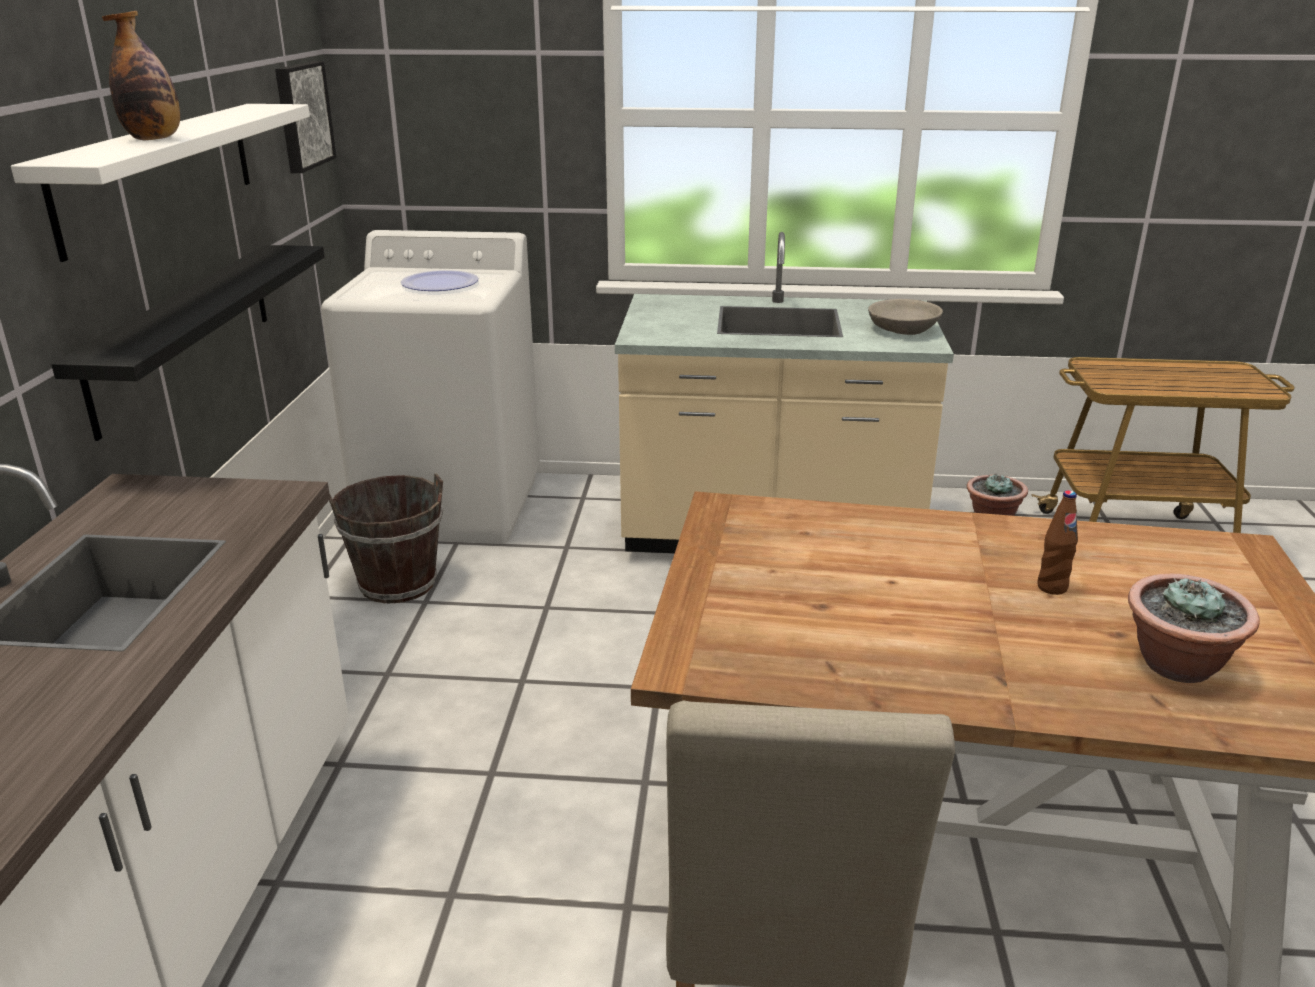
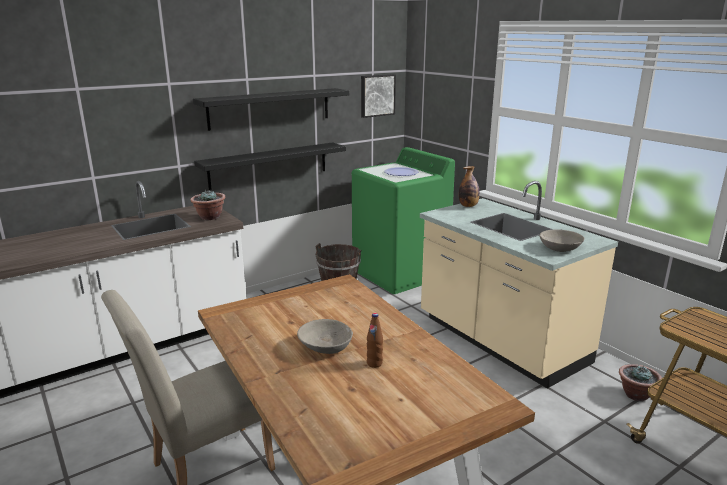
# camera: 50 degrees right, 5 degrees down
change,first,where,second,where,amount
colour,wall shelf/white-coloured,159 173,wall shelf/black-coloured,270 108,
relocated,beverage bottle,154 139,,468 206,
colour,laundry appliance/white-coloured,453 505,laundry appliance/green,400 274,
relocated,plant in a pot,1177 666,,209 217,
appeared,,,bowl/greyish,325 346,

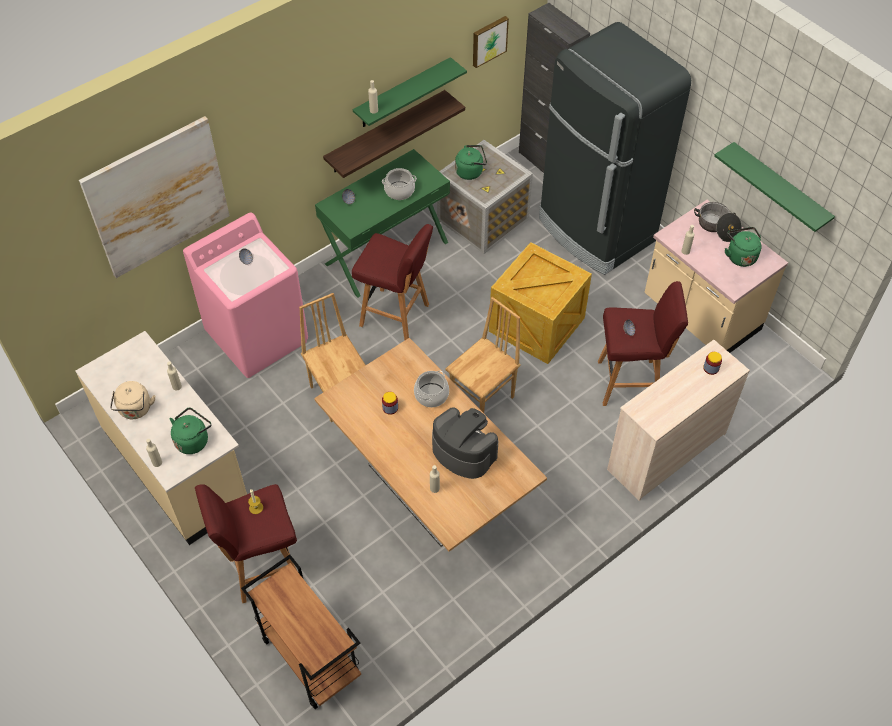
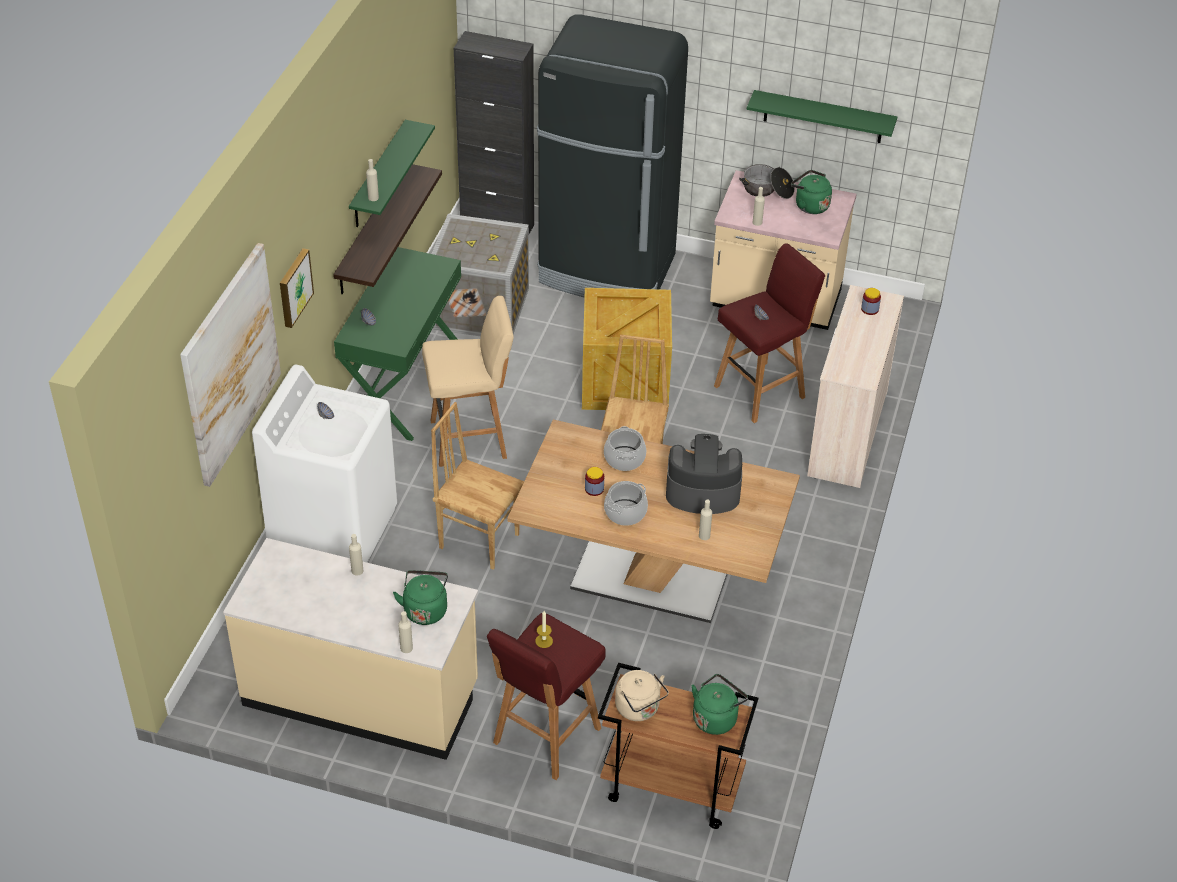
# camera: 35 degrees left, 10 degrees down
change,first,where,second,where,amount
relocated,water kettle/beige-coloured,135 410,,639 709,
colour,laundry appliance/pink,258 336,laundry appliance/white-coloured,334 528,
colour,stool/red,396 316,stool/beige-coloured,471 439,
relocated,saucepot,399 190,,625 512,
relocated,water kettle/green,470 171,,716 718,
relocated,picture,488 40,,293 287,

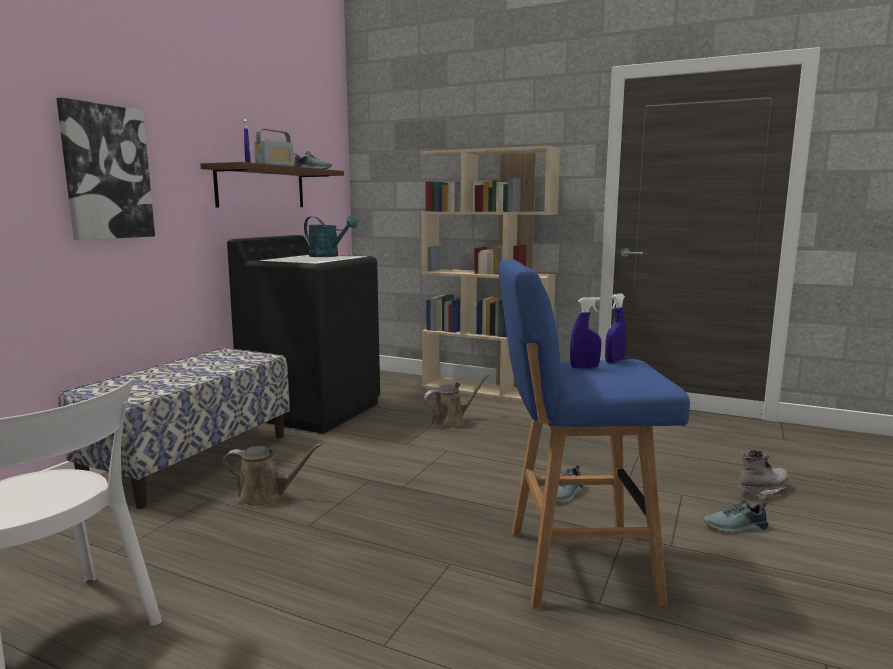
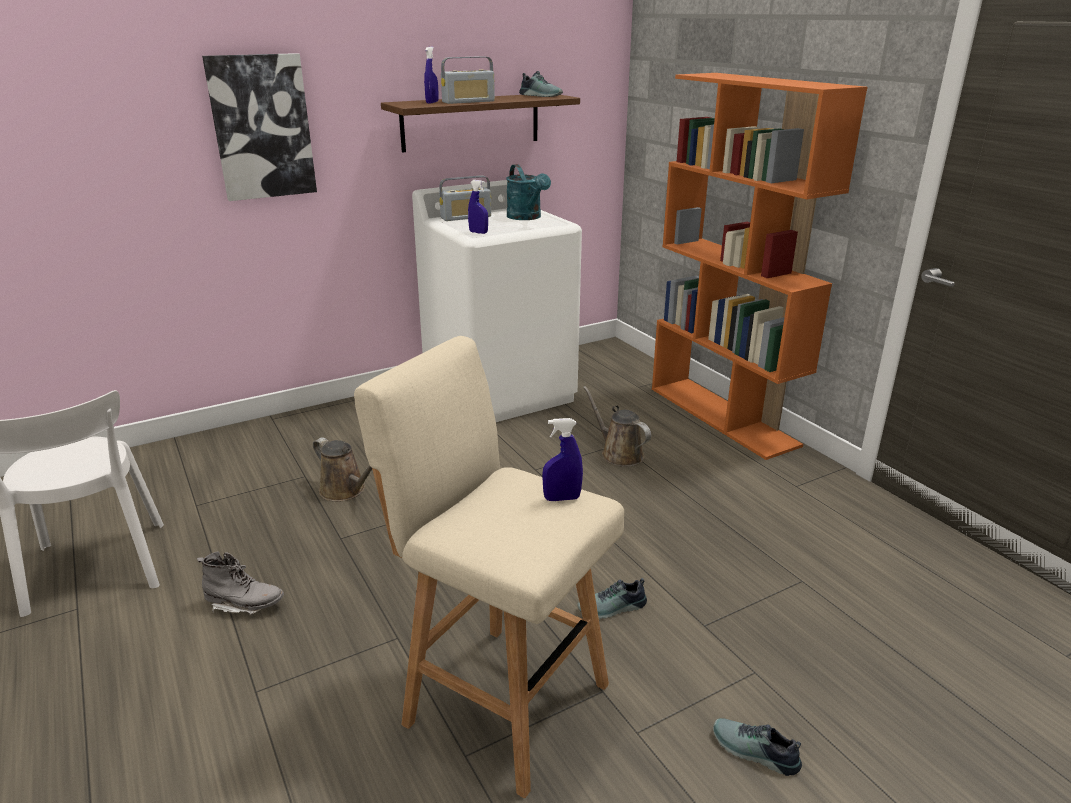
# camera: 35 degrees right, 15 degrees up
change,first,where,second,where,amount
missing,indoor bench,192 460,,,
colour,laundry appliance/black-coloured,312 410,laundry appliance/white-coloured,500 391,
colour,bookshelf/beige-coloured,486 390,bookshelf/orangey,723 416,
spun,watering can/brown,450 422,,619 454,135 degrees counterclockwise
colour,stool/blue-coloured,574 565,stool/beige-coloured,501 700,
relocated,hand sprayer/blue-coloured,584 367,,478 232,
relocated,tall boot/greyish,762 491,,245 604,
appeared,,,radio set,466 217,

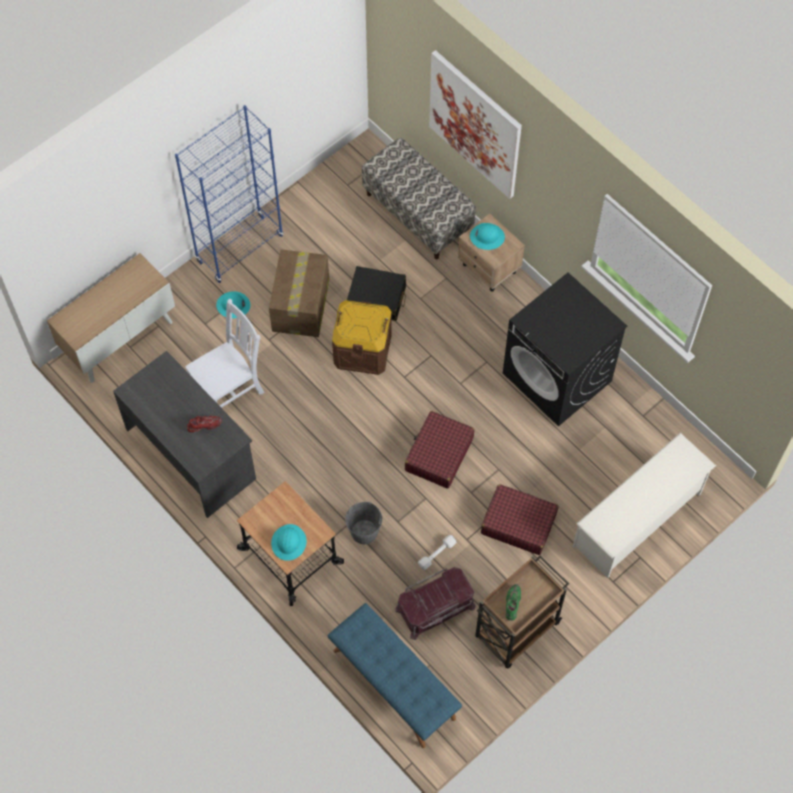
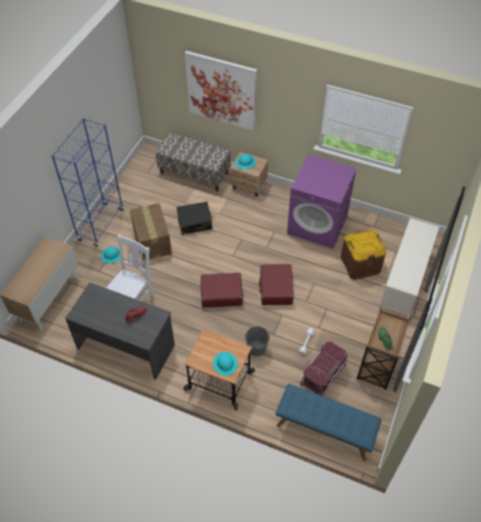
# camera: 25 degrees left, 10 degrees down
change,first,where,second,where,amount
relocated,storage bin/brown,362 350,,360 264,
relocated,travel case/red,518 523,,221 294,
colour,laundry appliance/black-coloured,558 377,laundry appliance/purple-coloured,317 225,

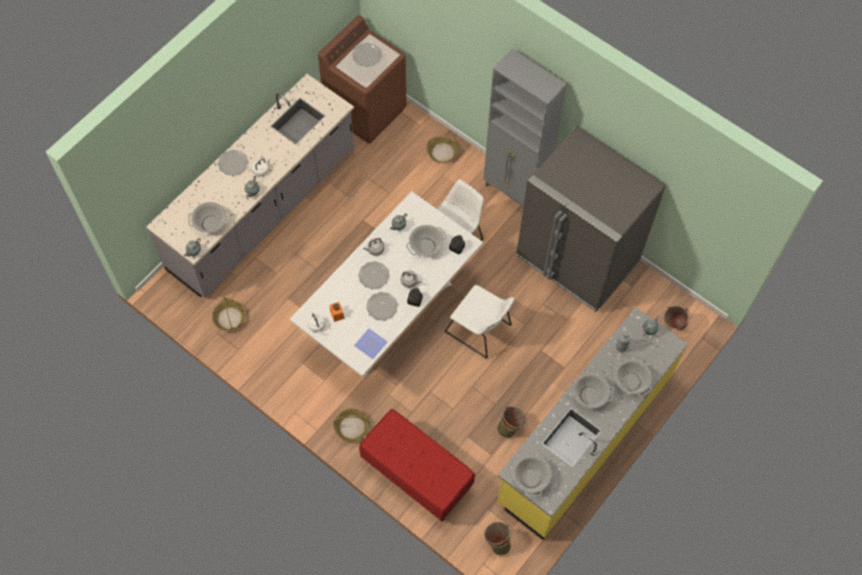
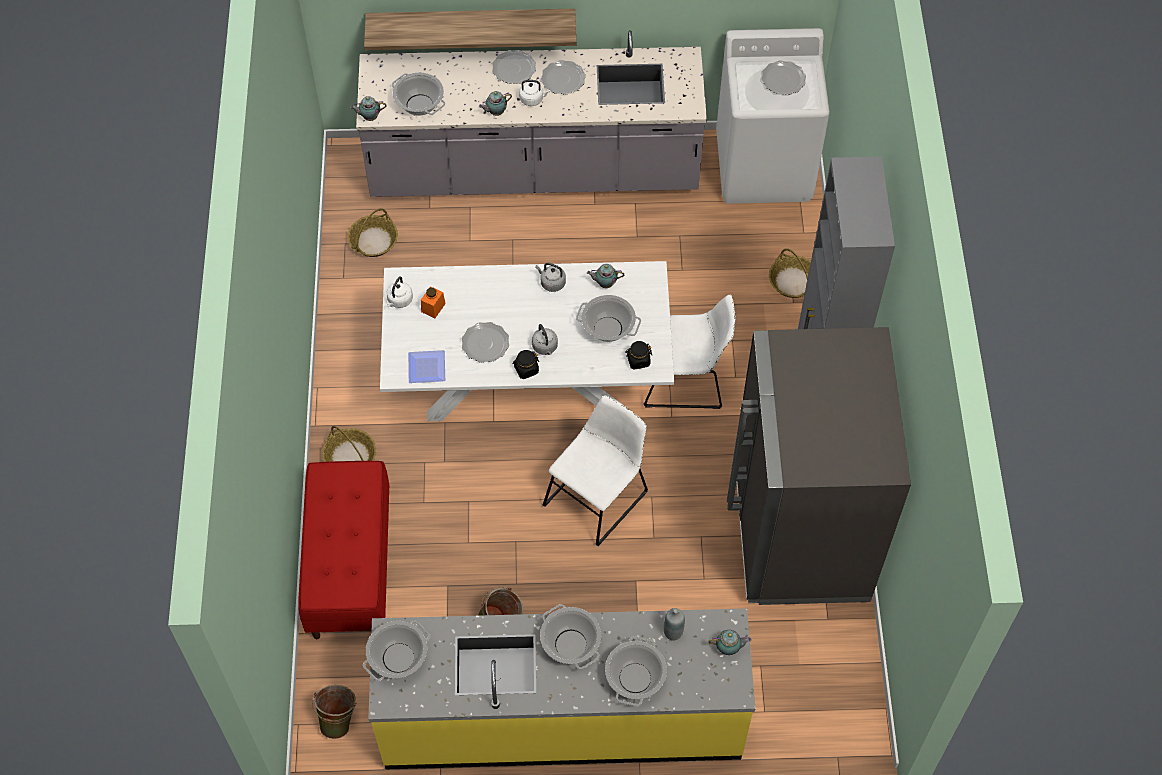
# camera: 50 degrees right, 5 degrees down
change,first,where,second,where,amount
colour,laundry appliance/brown,366 110,laundry appliance/white-coloured,764 167,
relocated,plate,373 276,,563 79,
spun,upright chair/white-coloured,480 330,,598 495,135 degrees counterclockwise
missing,bucket/green,673 326,,,
appeared,,,wall shelf,471 23,

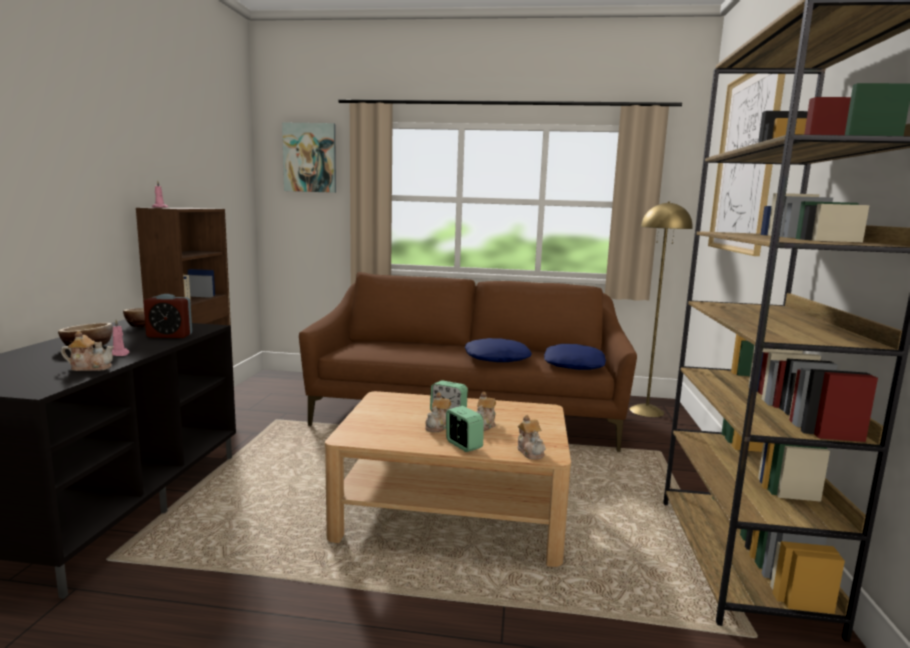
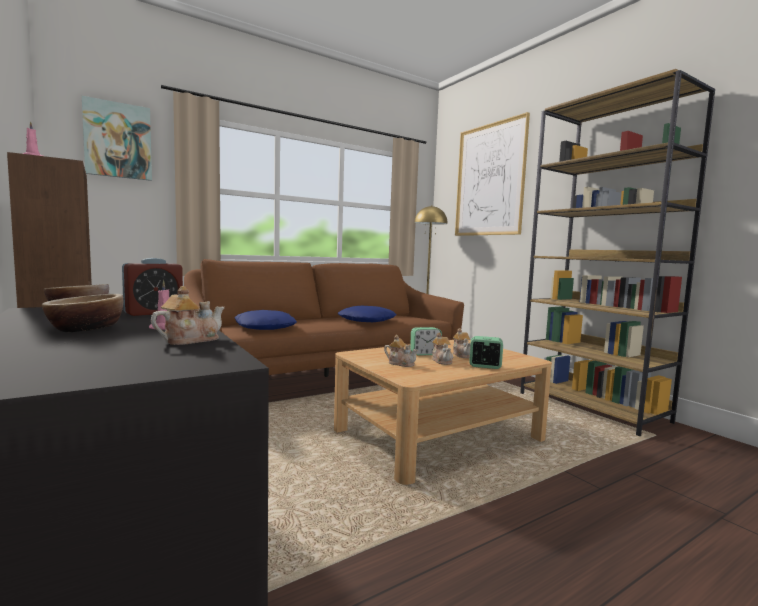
# camera: 40 degrees left, 5 degrees down
change,first,where,second,where,amount
relocated,pot for tea,530 451,,400 363,
relocated,pillow/blue-coloured,574 364,,265 327,

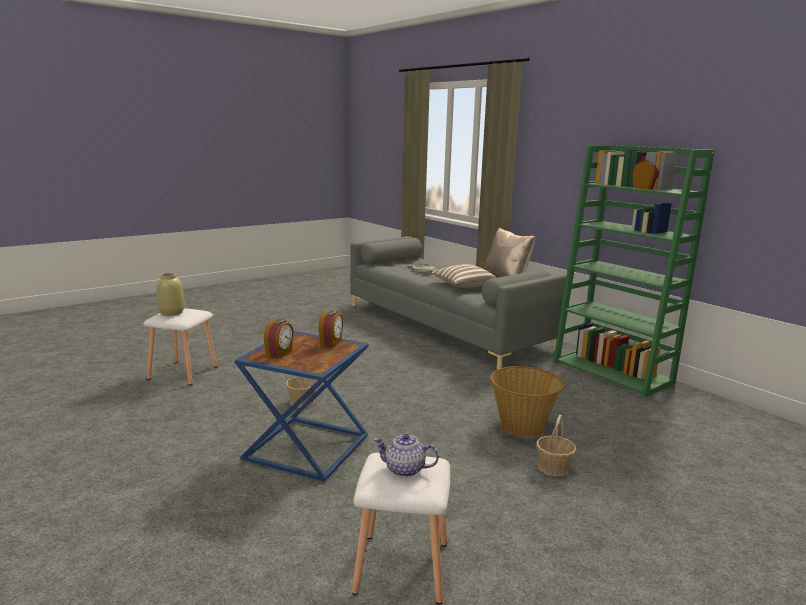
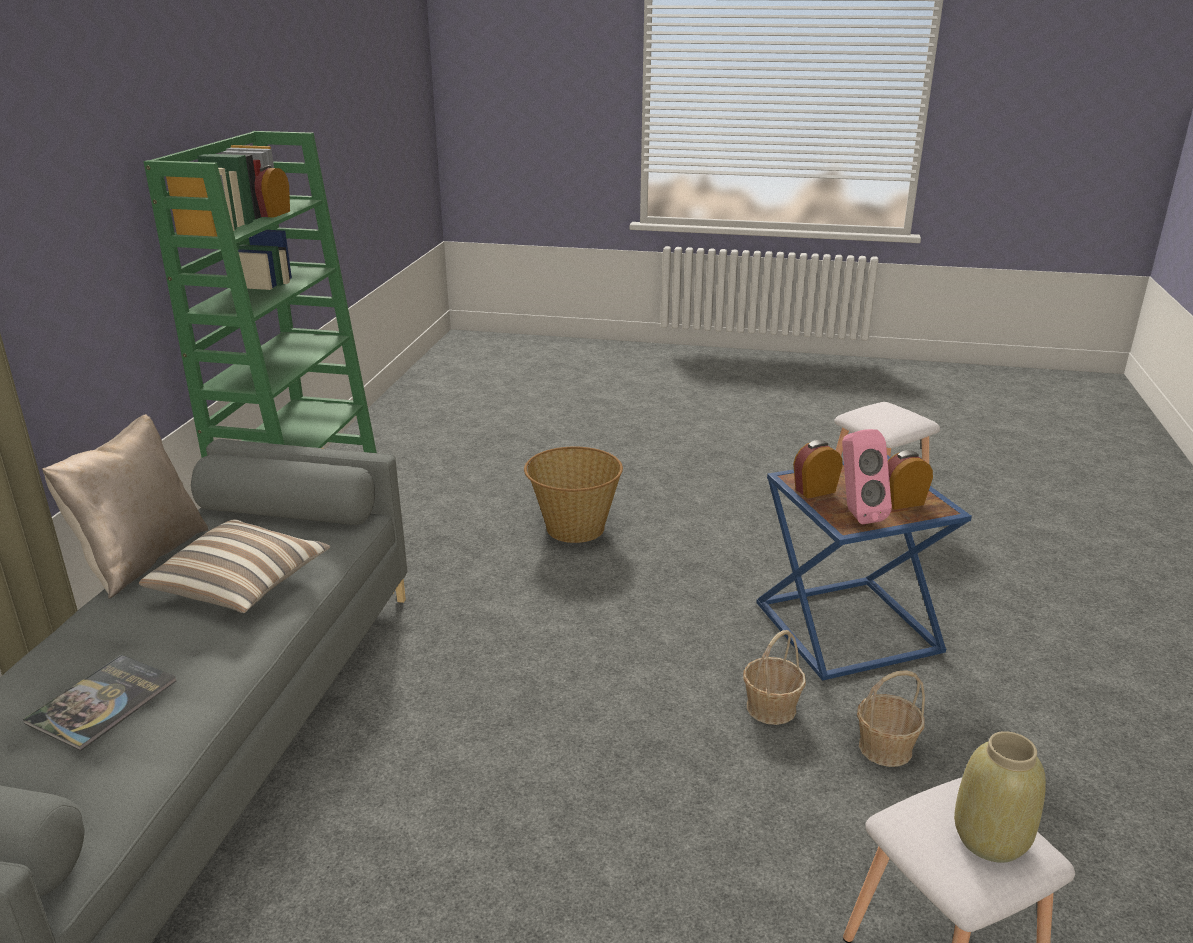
# camera: 130 degrees left, 10 degrees up
change,first,where,second,where,amount
missing,pot for tea,405 470,,,
relocated,basket,554 467,,884 748,
appeared,,,audio speaker/pink,856 514,

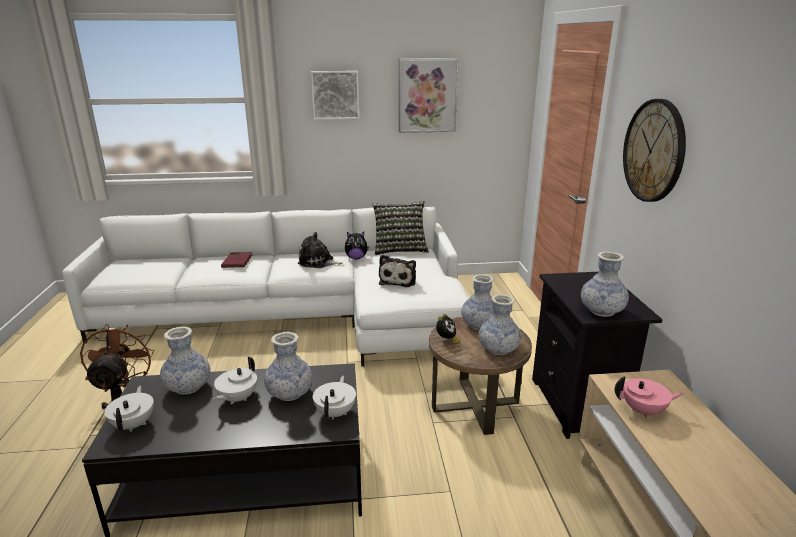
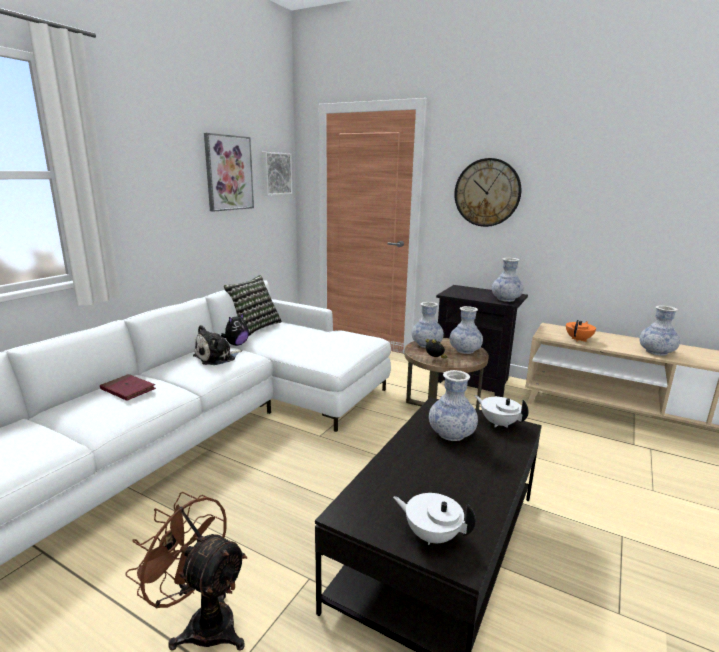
# camera: 55 degrees left, 5 degrees down
change,first,where,second,where,amount
relocated,flower vase,188 387,,656 352,
missing,pot for tea/white-coloured,237 398,,,
relocated,picture,335 95,,275 173,
missing,soft toy,398 280,,,
colour,pot for tea/pink,643 411,pot for tea/orangey,579 339,

